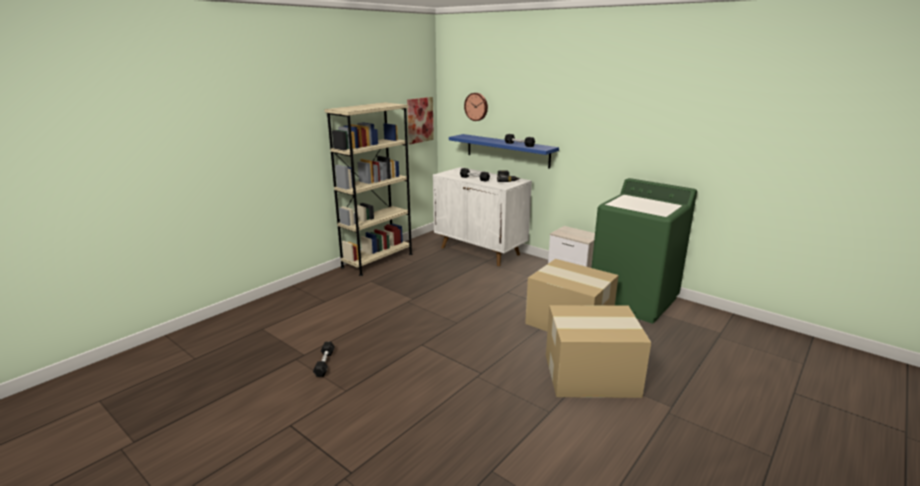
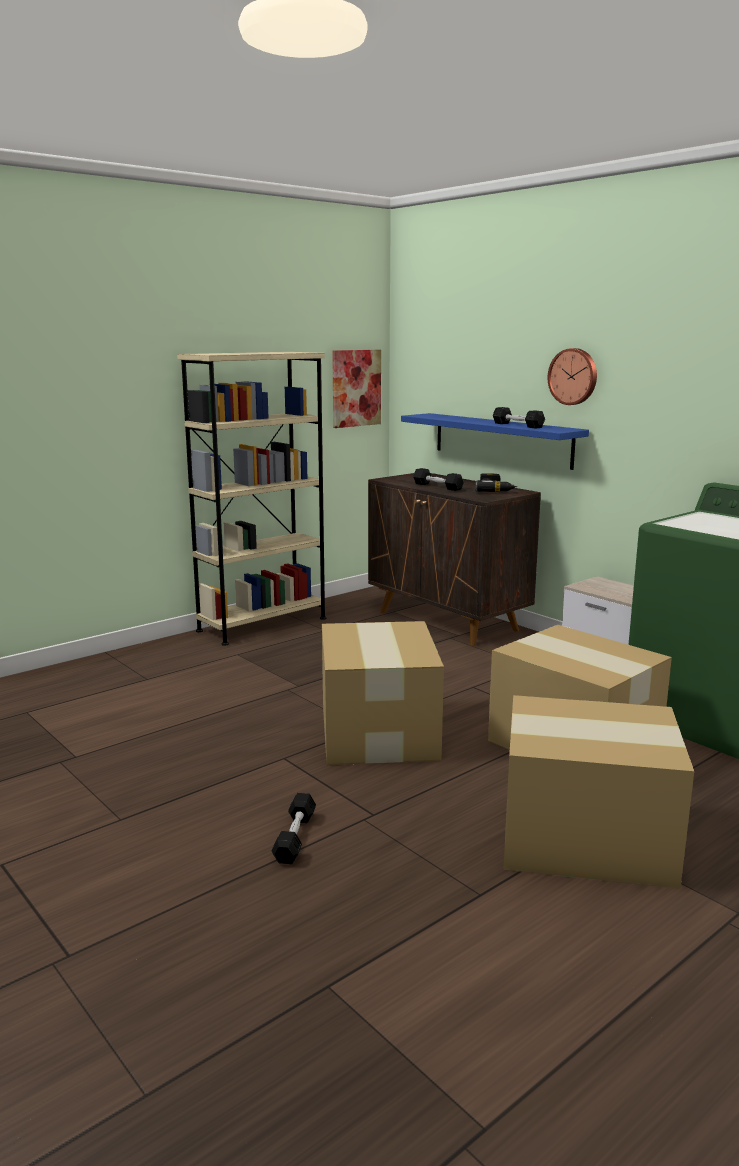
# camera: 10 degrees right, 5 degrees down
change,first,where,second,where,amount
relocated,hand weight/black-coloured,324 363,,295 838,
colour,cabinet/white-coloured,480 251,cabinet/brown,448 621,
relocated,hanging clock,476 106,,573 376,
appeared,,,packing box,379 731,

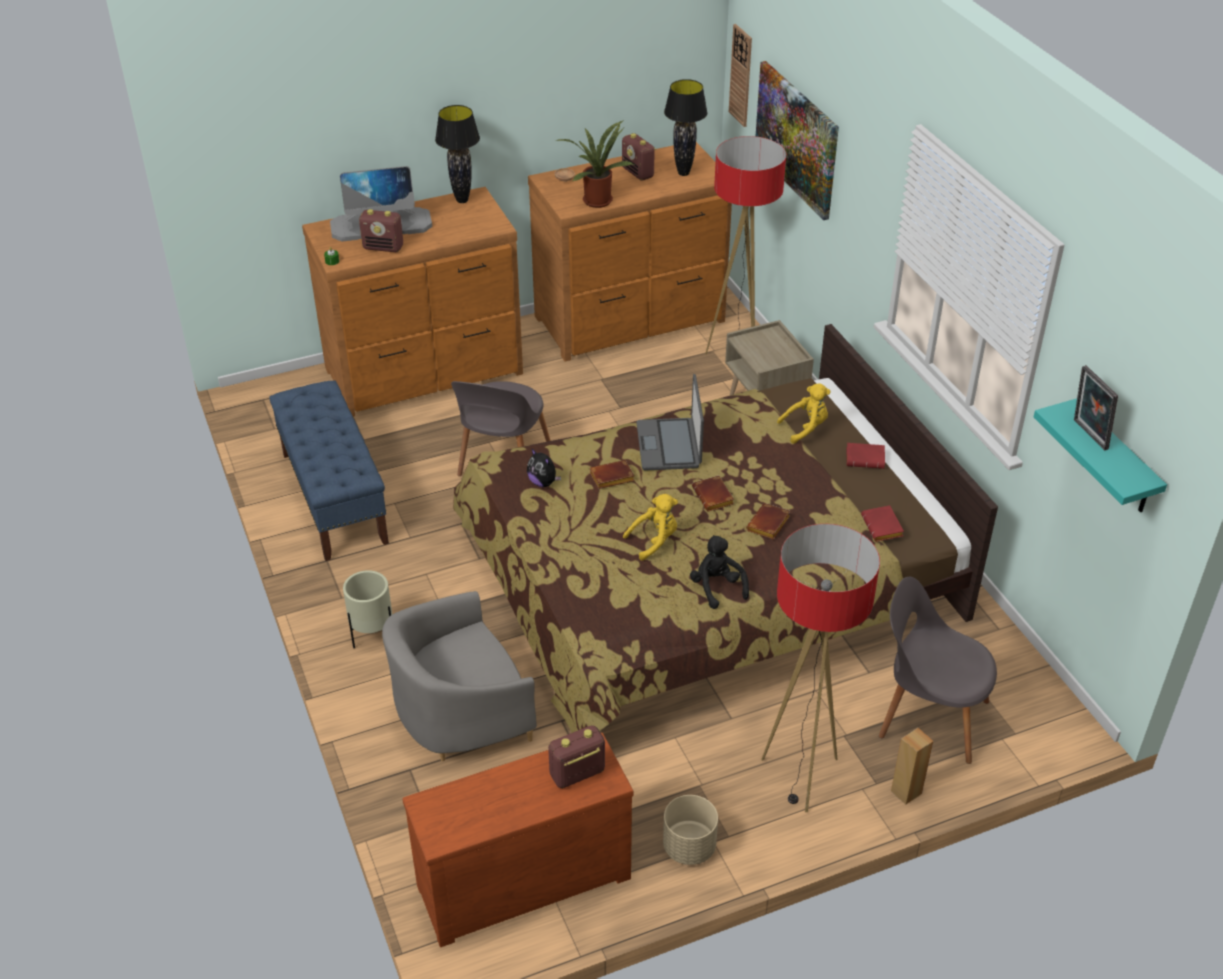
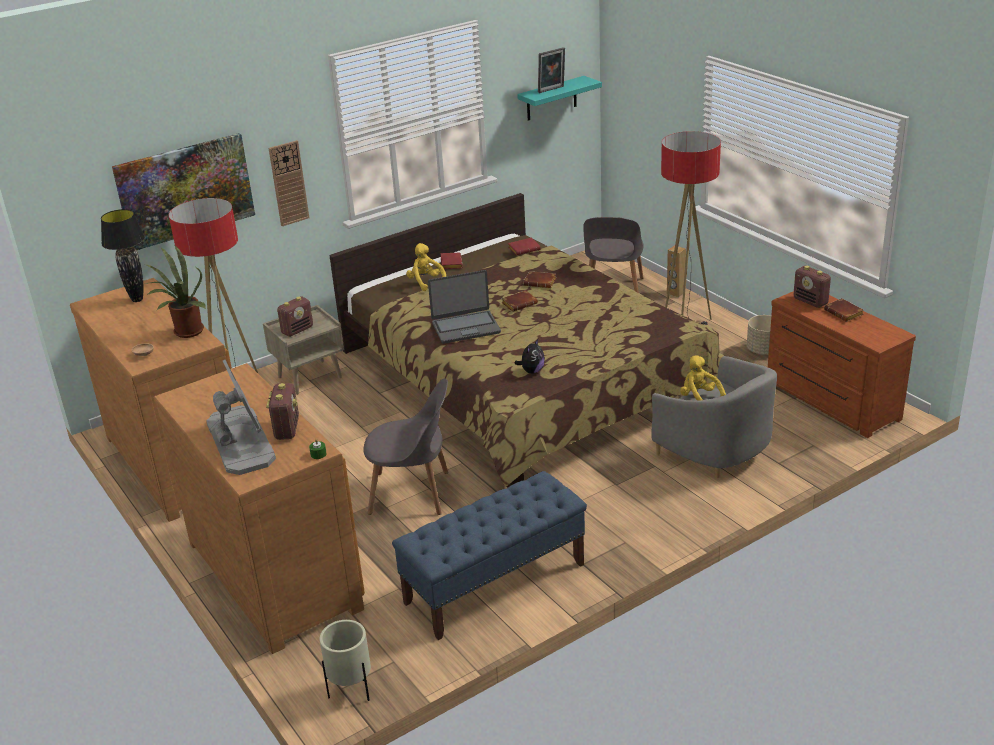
# camera: 100 degrees left, 10 degrees down
change,first,where,second,where,amount
relocated,flower pot/beige-coloured,373 636,,351 690,
missing,lamp for a table/black-coloured,462 201,,,
relocated,book/brown,611 478,,845 313,
relocated,radio set,638 173,,297 330,
relocated,soft toy/yellow,654 541,,699 398,
missing,soft toy/black-coloured,717 587,,,
relocated,hanging clock,741 75,,288 183,

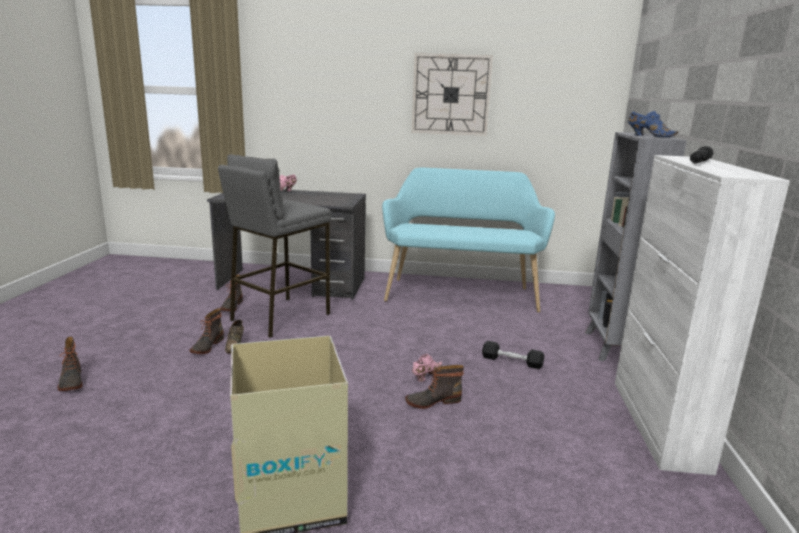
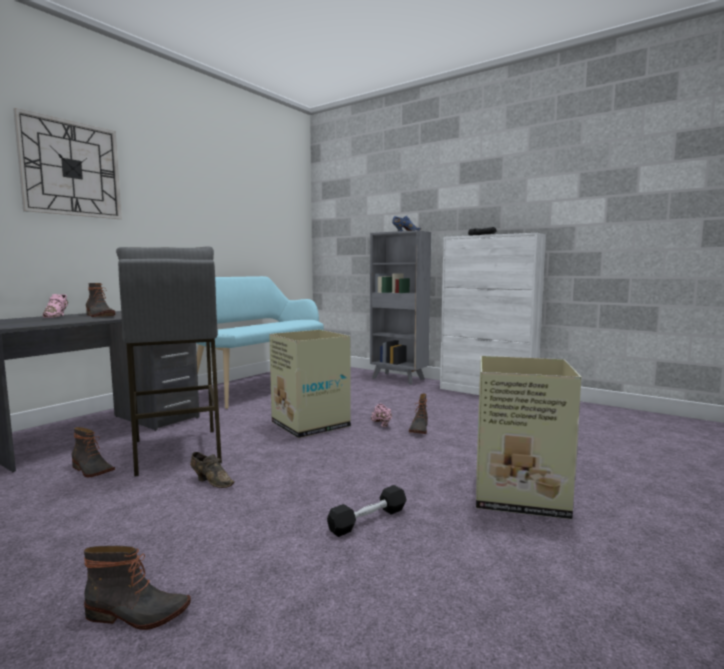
# camera: 60 degrees left, 10 degrees down
change,first,where,second,where,amount
relocated,tall boot,206 346,,99 315,
relocated,hanging clock,451 95,,71 169,
relocated,hand weight/black-coloured,512 361,,368 520,
appeared,,,packing box,310 424,

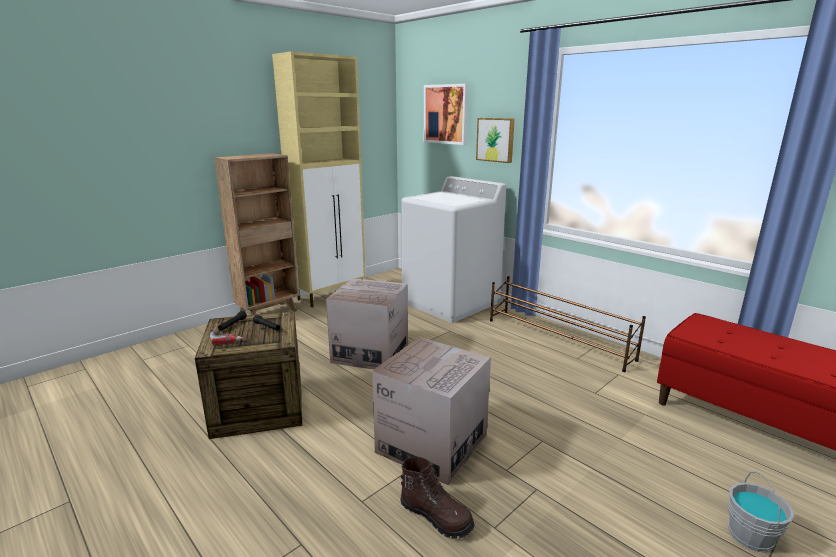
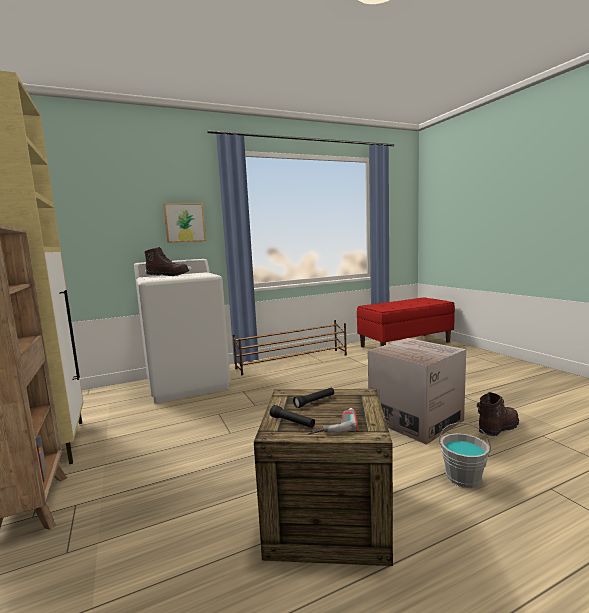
# camera: 70 degrees left, 10 degrees down
change,first,where,second,where,amount
missing,packing box,370 352,,,
missing,picture,446 114,,,
relocated,bucket/greyish,749 536,,463 478,
appeared,,,tall boot/brown,168 275,

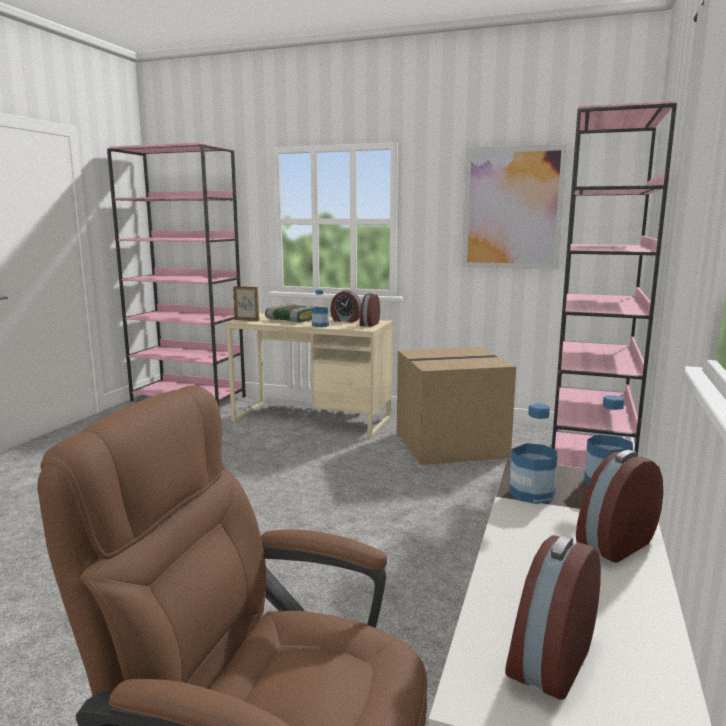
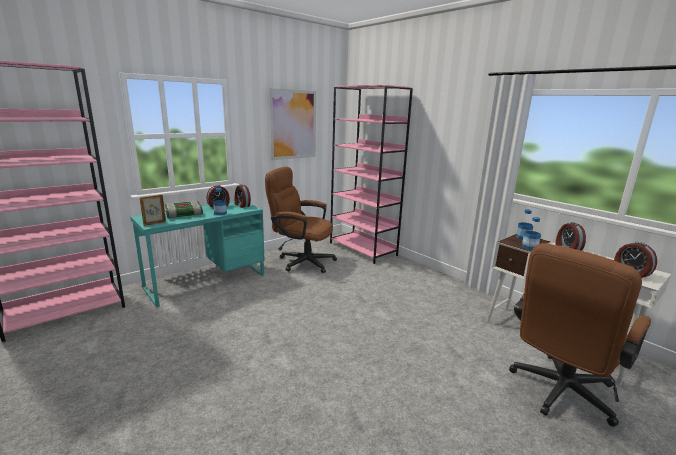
# camera: 60 degrees left, 5 degrees up
change,first,where,second,where,amount
colour,desk unit/beige-coloured,311 419,desk unit/turquoise,206 281,
exchanged,packing box,451 443,desk chair/brown,301 261,

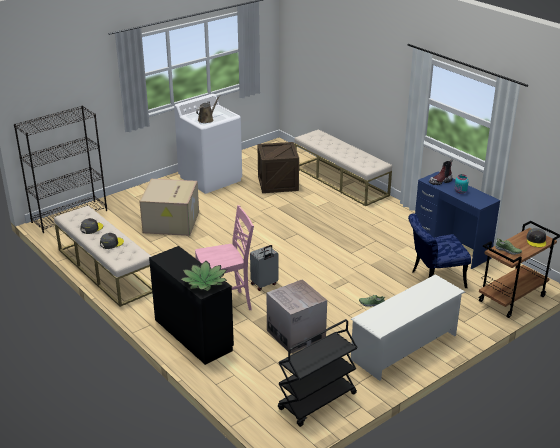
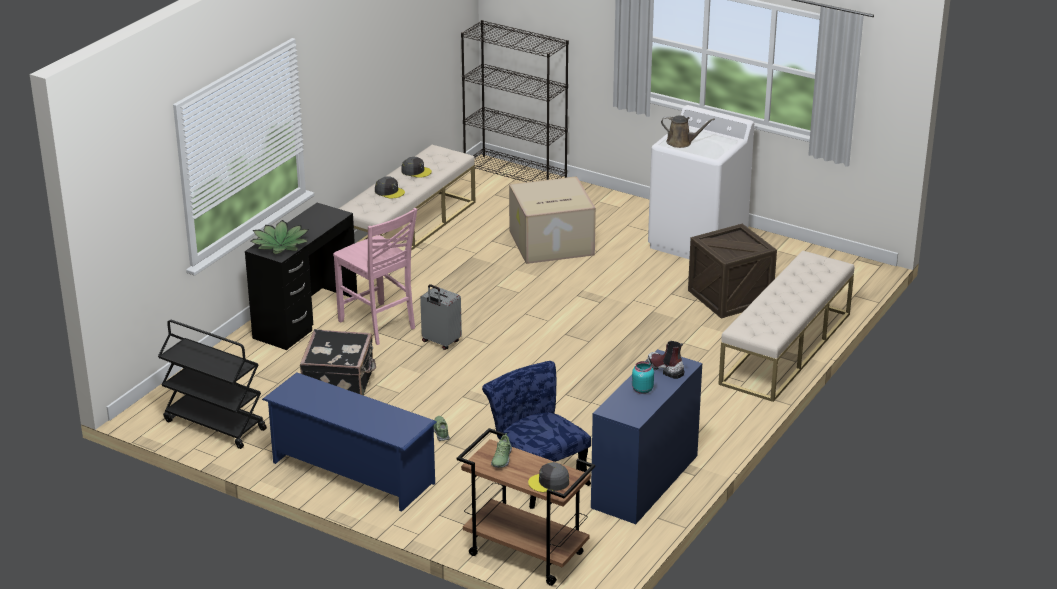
# camera: 70 degrees right, 0 degrees up
change,first,where,second,where,amount
exchanged,packing box,296 334,travel case/black-coloured,340 386,
colour,shoe shelf/white-coloured,405 348,shoe shelf/blue-coloured,352 473,

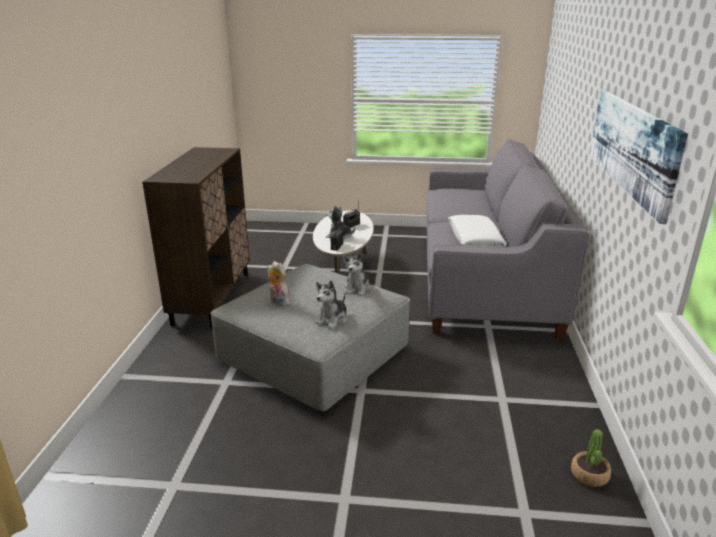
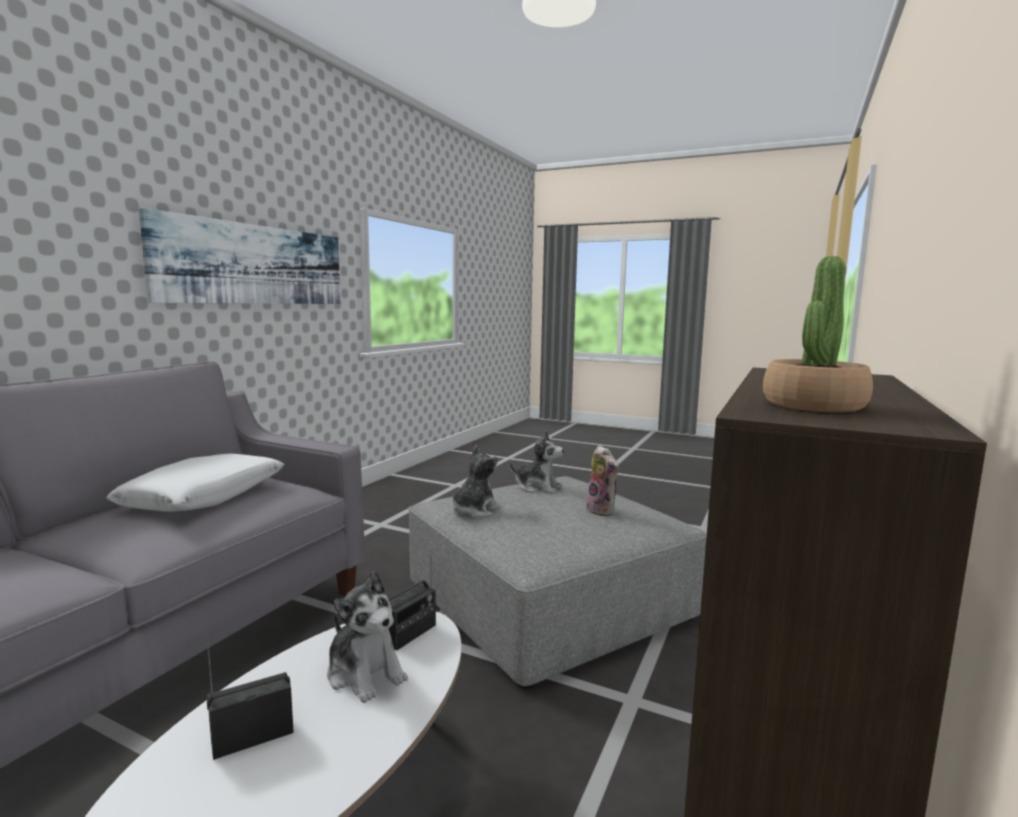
# camera: 160 degrees left, 15 degrees down
change,first,where,second,where,amount
spun,soft toy,332 319,,537 487,60 degrees clockwise
relocated,plant in a pot,589 475,,813 405,

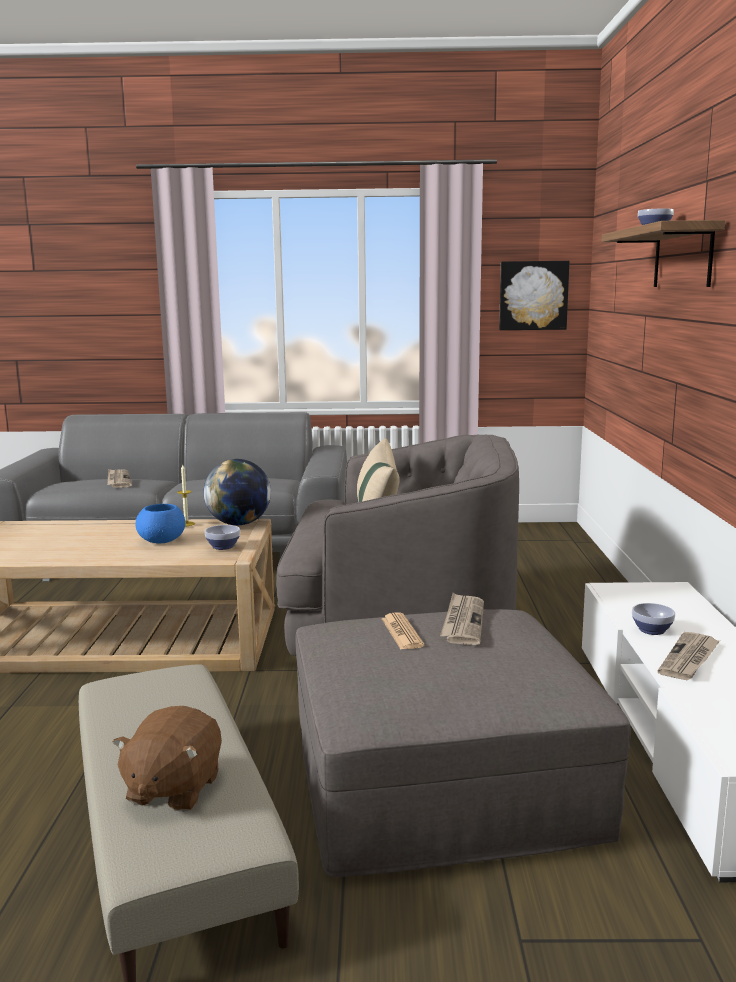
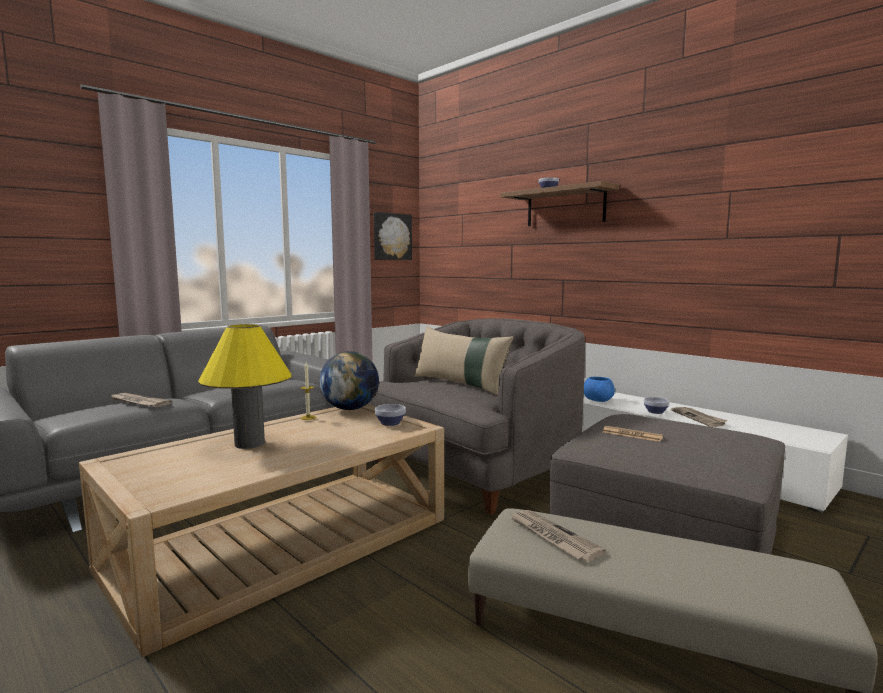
# camera: 45 degrees left, 5 degrees down
change,first,where,second,where,amount
missing,soft toy/brown,172 789,,,
relocated,bowl/blue-coloured,162 541,,598 400,
relocated,newspaper,463 622,,552 537,
appeared,,,lamp for a table/yellow,249 444,

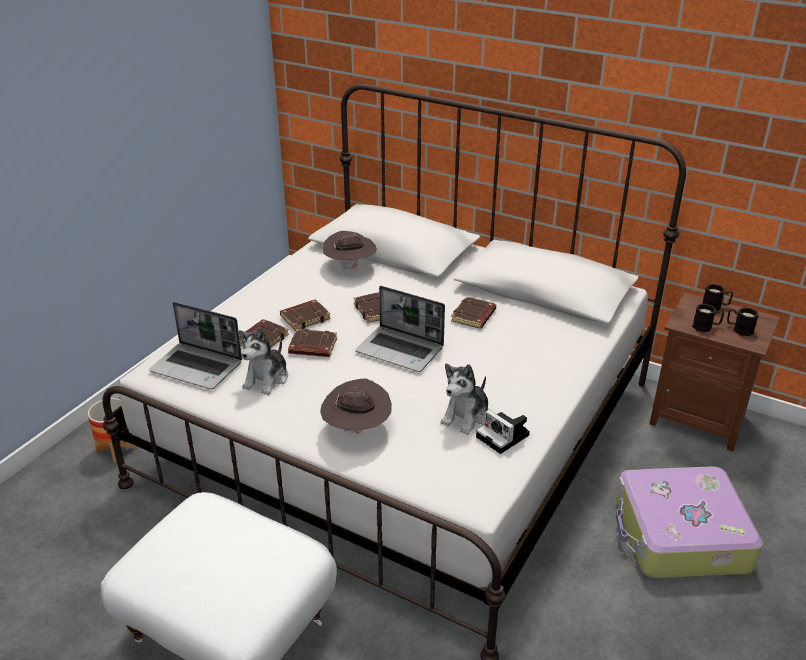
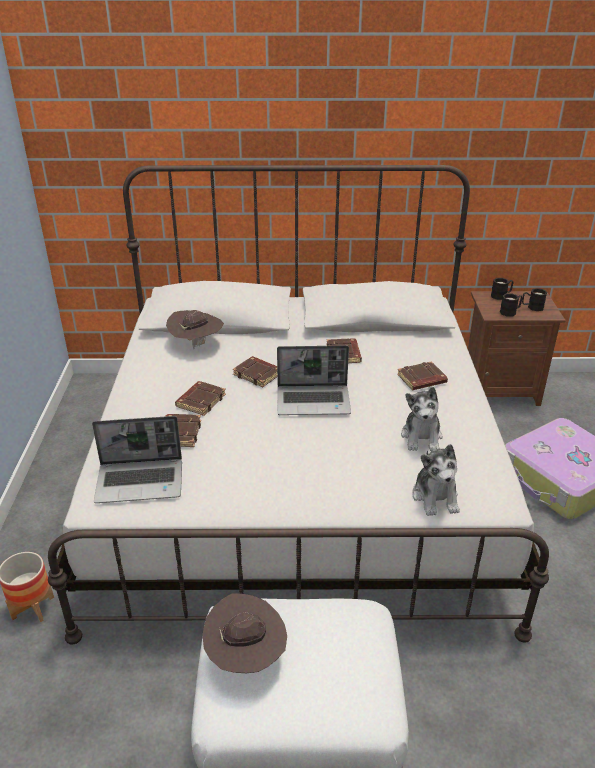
# camera: 30 degrees left, 0 degrees up
change,first,where,second,where,amount
relocated,soft toy,267 379,,435 497,
relocated,book/brown,312 347,,421 380,
relocated,hat/brown,357 429,,246 655,
missing,photo camera,504 437,,,

